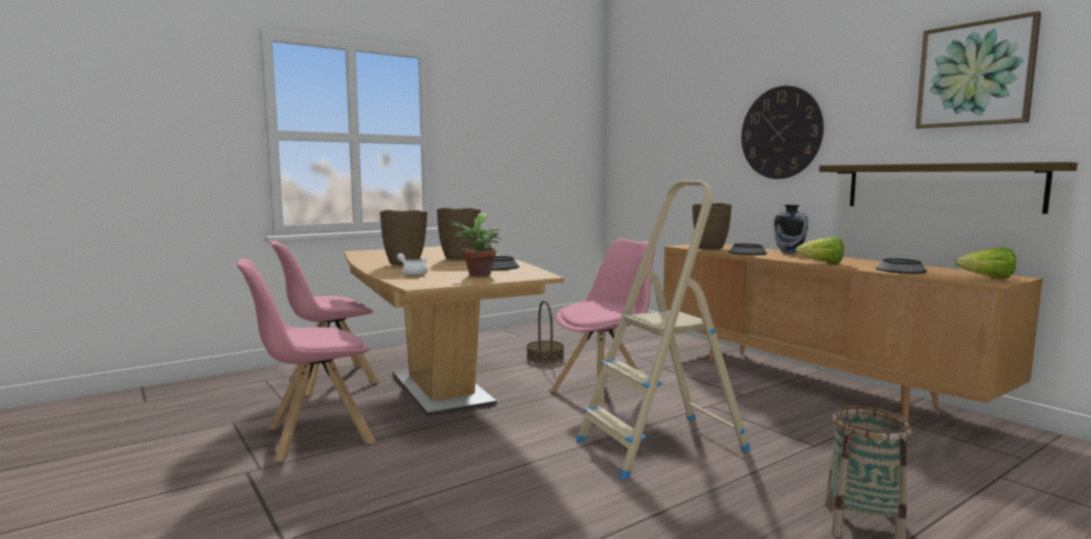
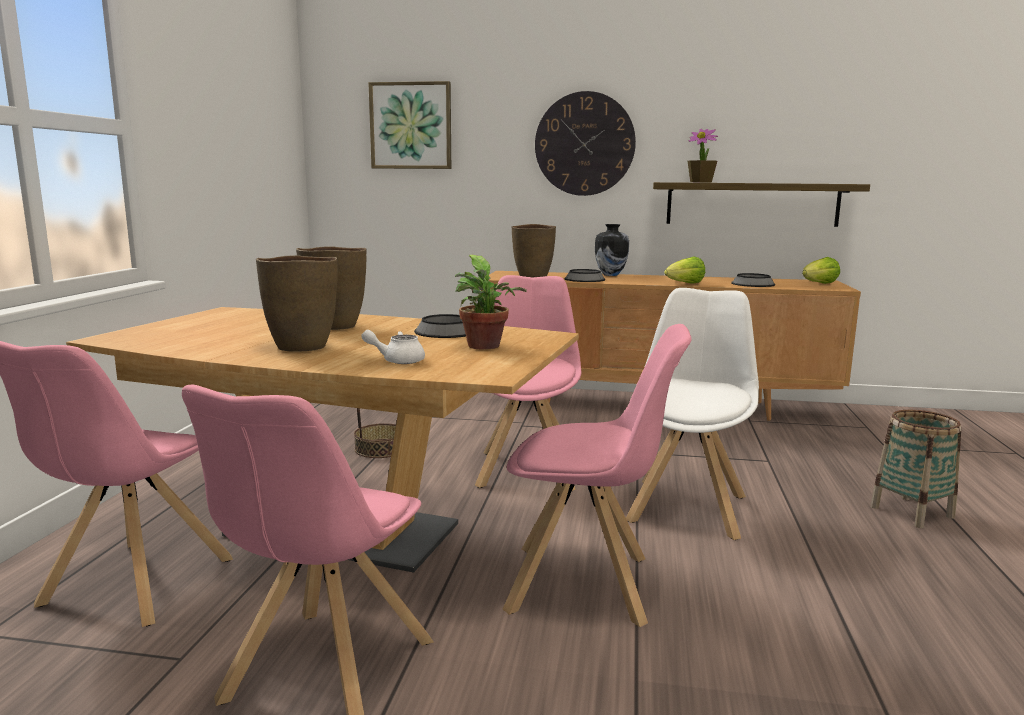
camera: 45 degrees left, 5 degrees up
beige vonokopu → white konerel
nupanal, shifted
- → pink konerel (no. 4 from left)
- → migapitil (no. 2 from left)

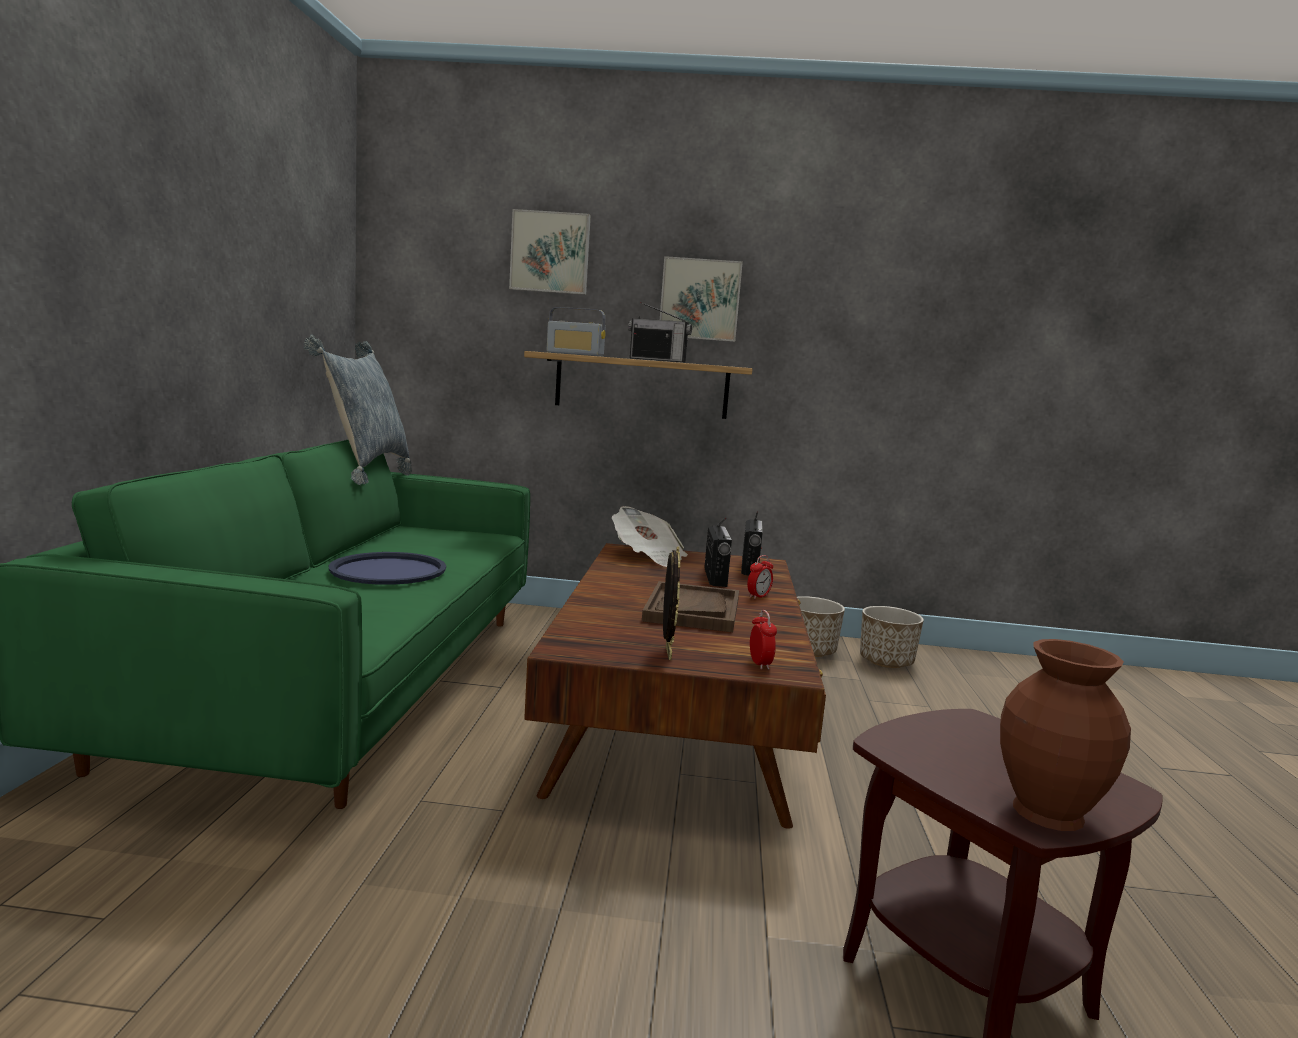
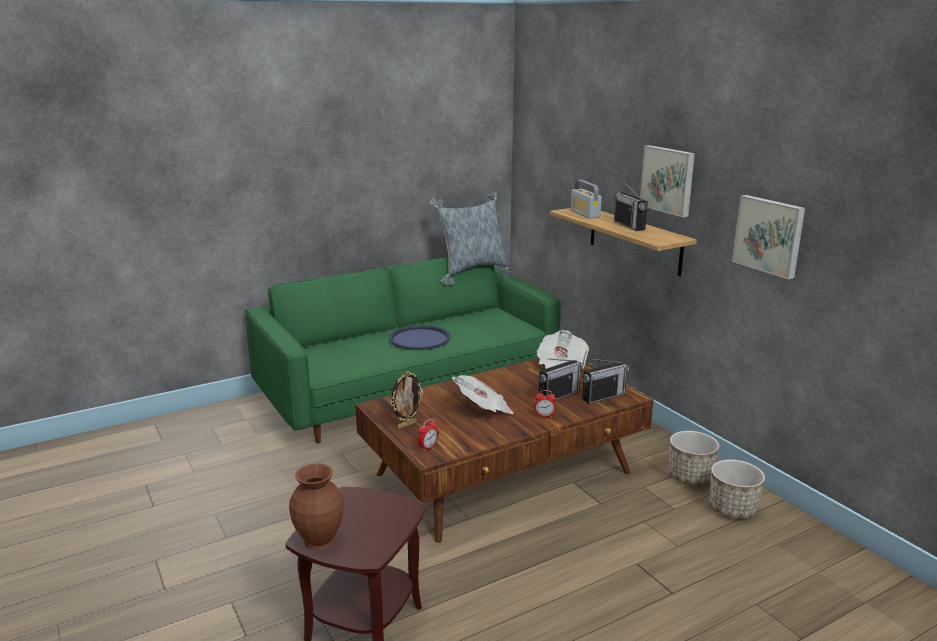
camera: 55 degrees right, 10 degrees up
nupanal (no. 1 from left in the first image) → nupanal (no. 2 from left), shifted
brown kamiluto → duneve (no. 1 from left)

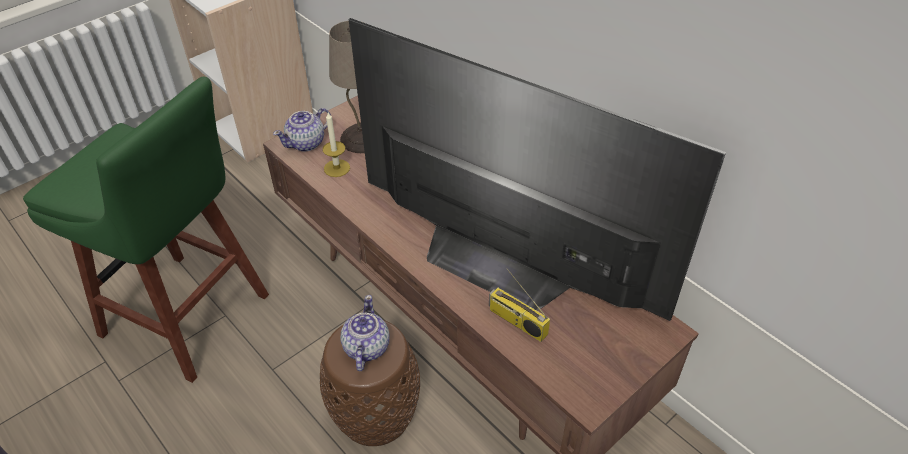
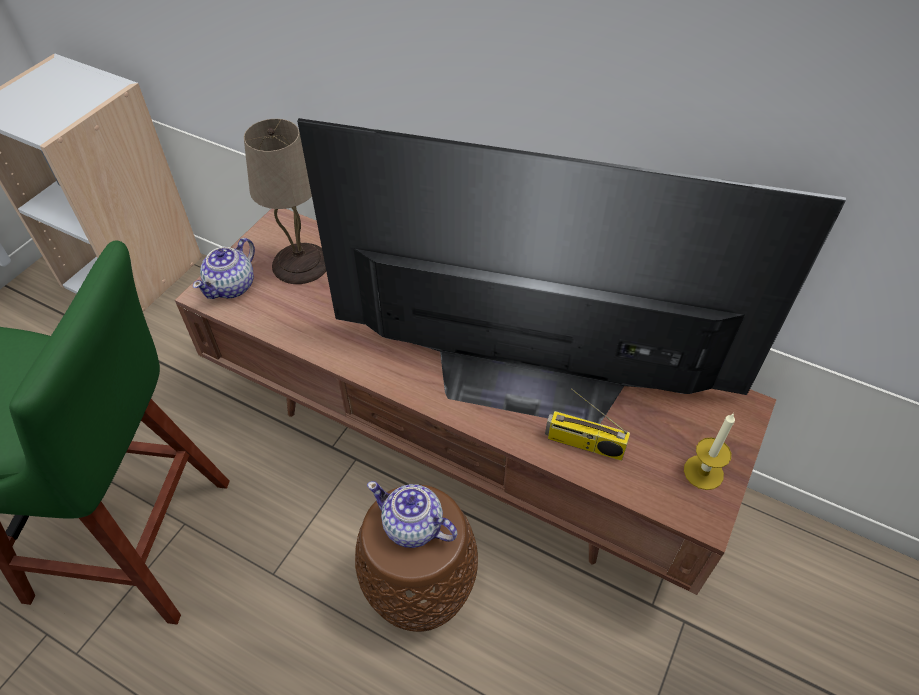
camera: 20 degrees left, 5 degrees up
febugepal, shifted
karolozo (no. 2 from left), 45 degrees counterclockwise

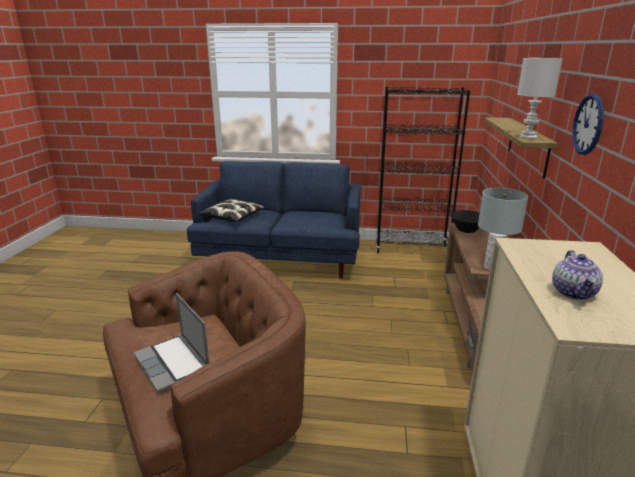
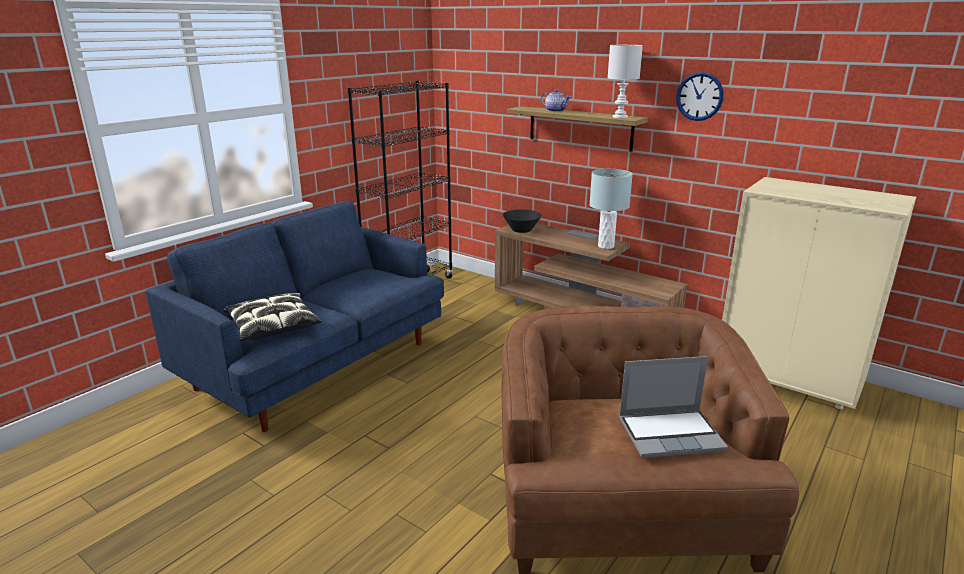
camera: 60 degrees left, 0 degrees up
karolozo, shifted

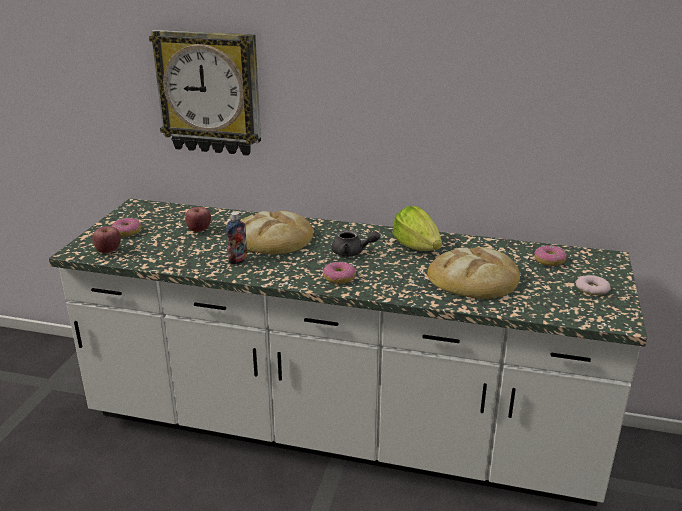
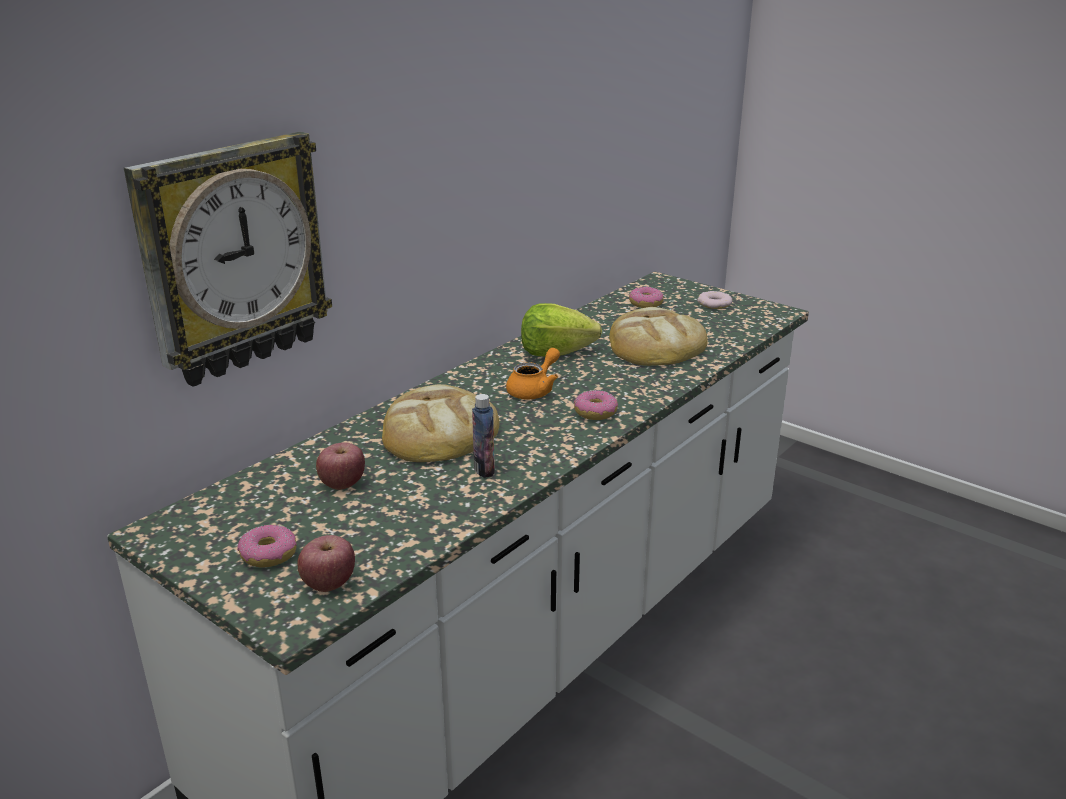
camera: 65 degrees left, 0 degrees up
grey karolozo → orange karolozo

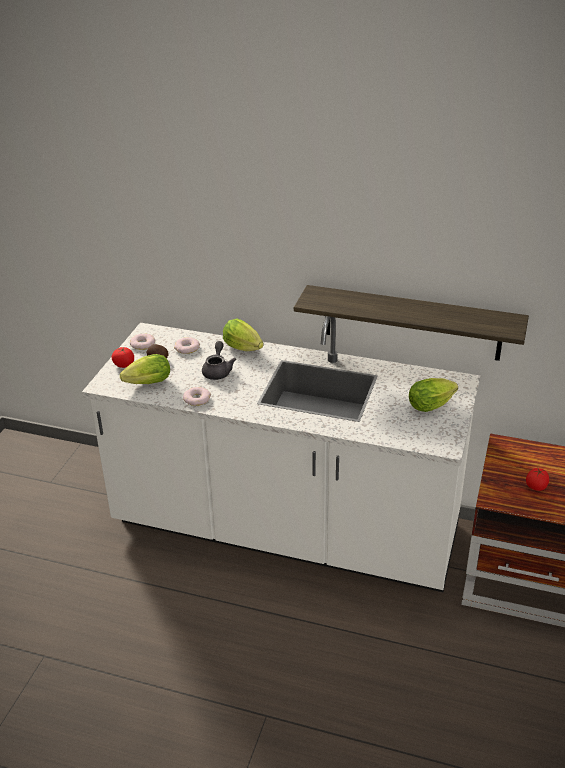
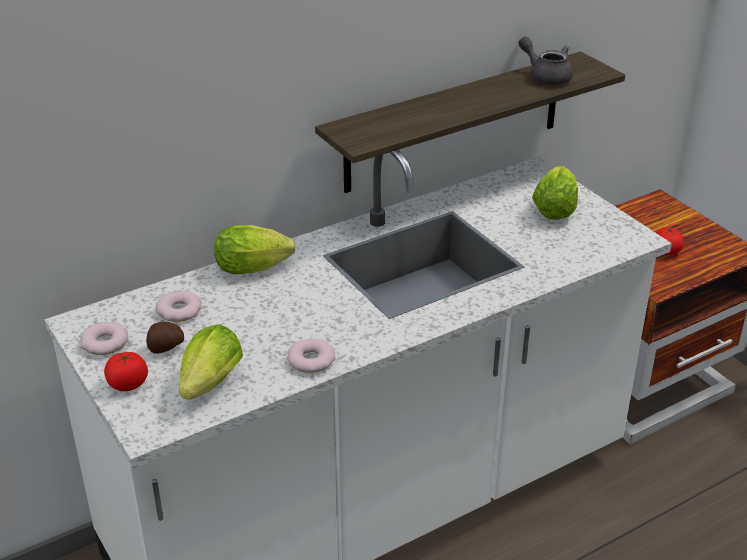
camera: 50 degrees left, 0 degrees up
grey karolozo, shifted

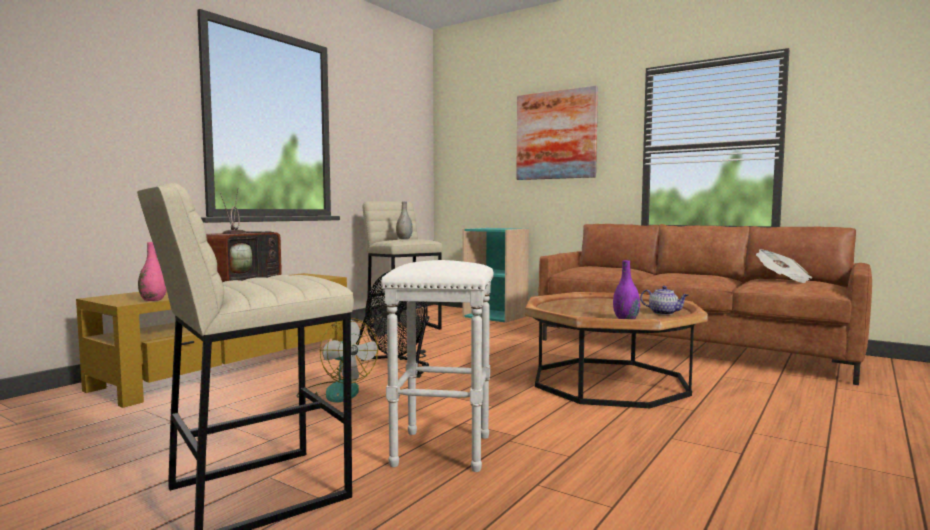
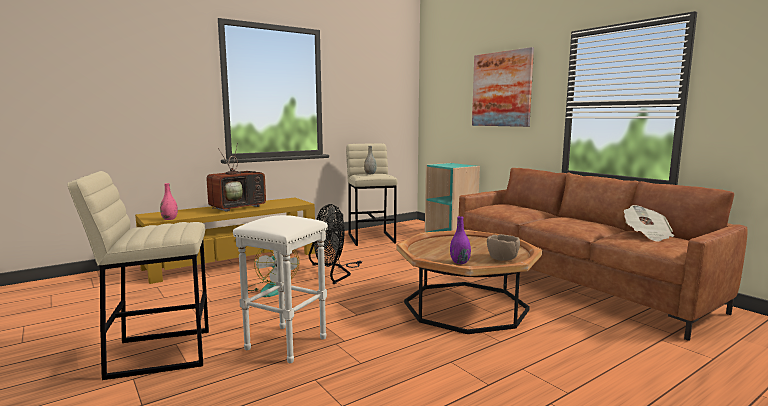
camera: 20 degrees right, 5 degrees up
karolozo → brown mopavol

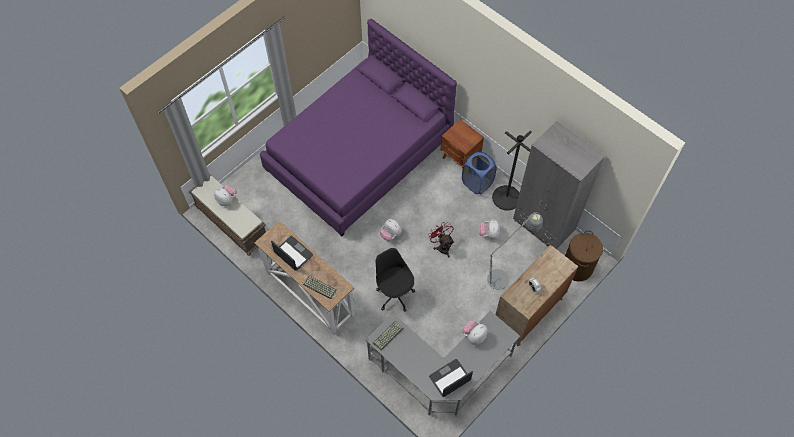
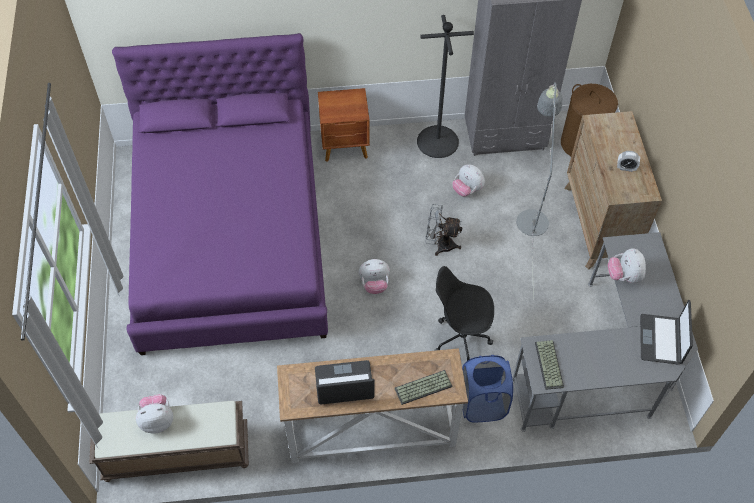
camera: 50 degrees left, 5 degrees down
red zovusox → grey zovusox
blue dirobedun, shifted

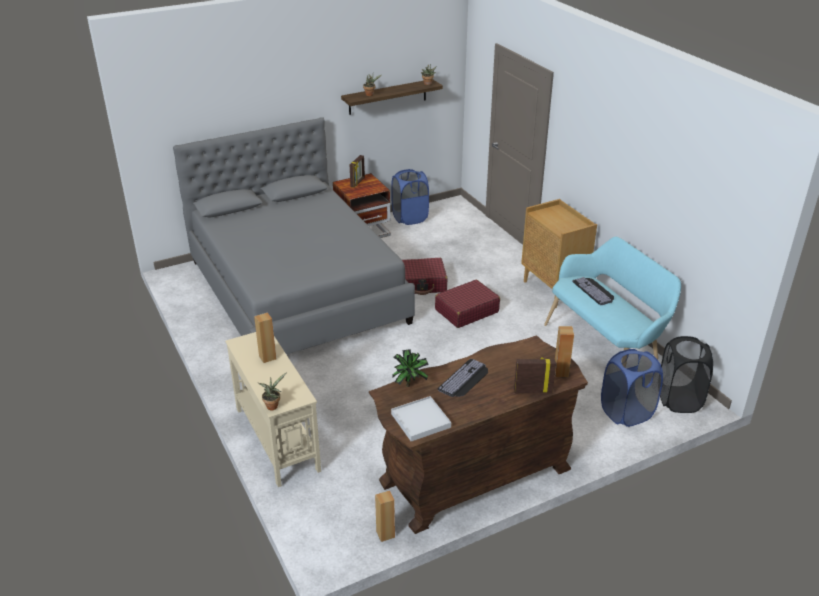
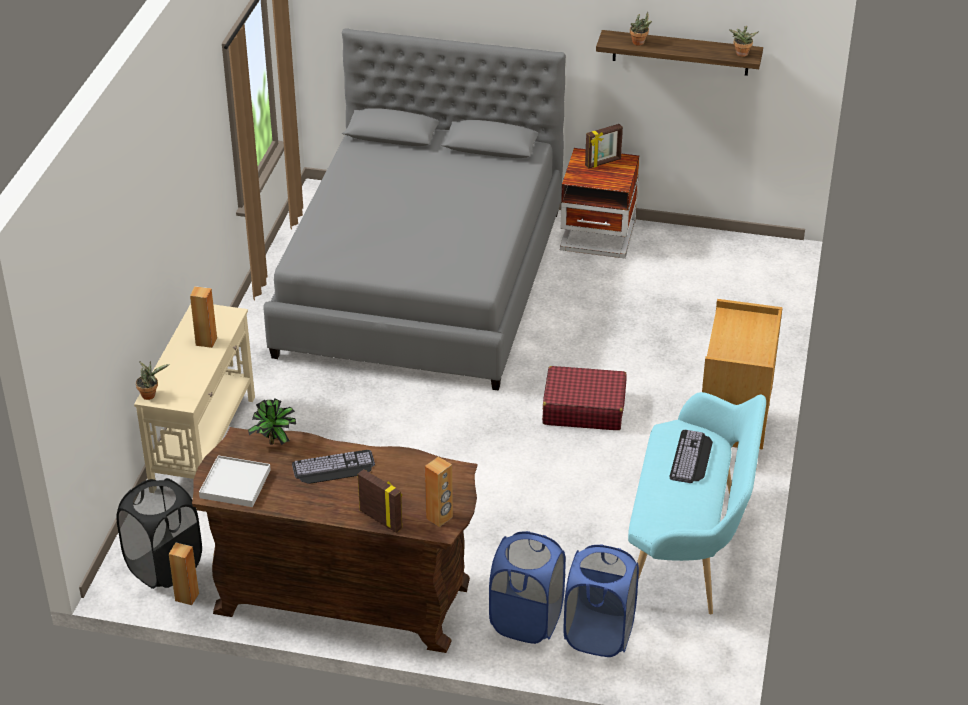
camera: 40 degrees right, 5 degrees up
blue dirobedun (no. 1 from left), shifted
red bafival (no. 1 from left) → -
black dirobedun, shifted

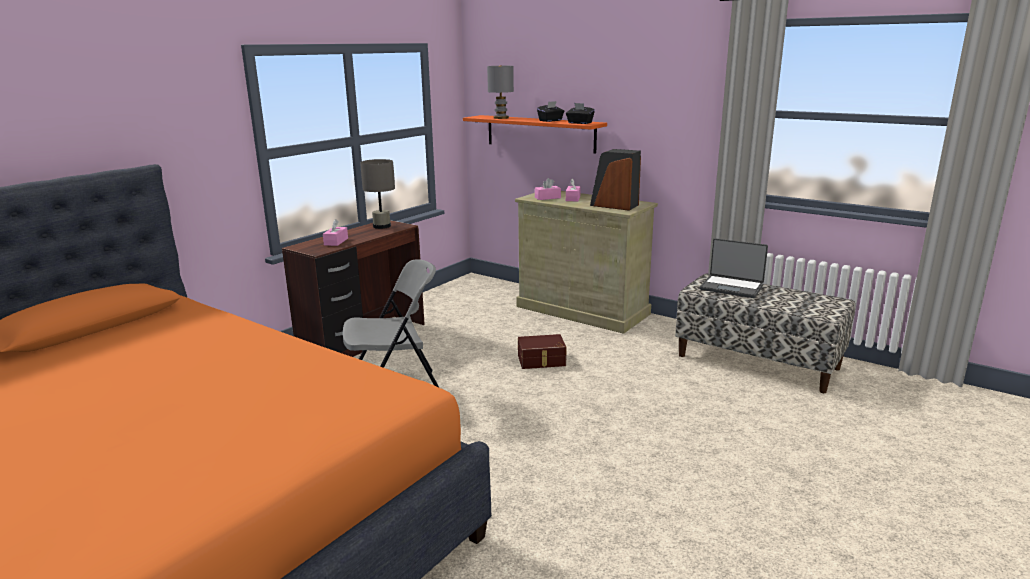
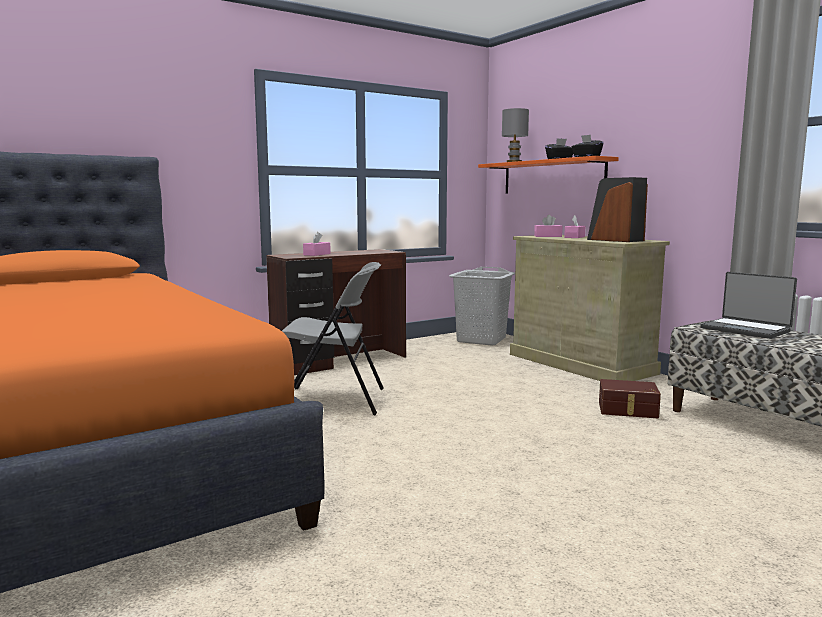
camera: 20 degrees right, 10 degrees down
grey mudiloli (no. 1 from left) → -
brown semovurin, shifted
- → grey dirobedun

